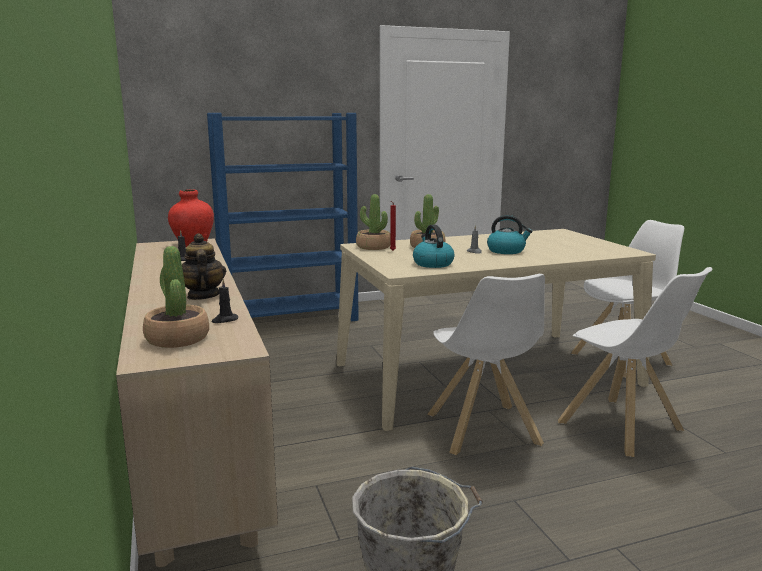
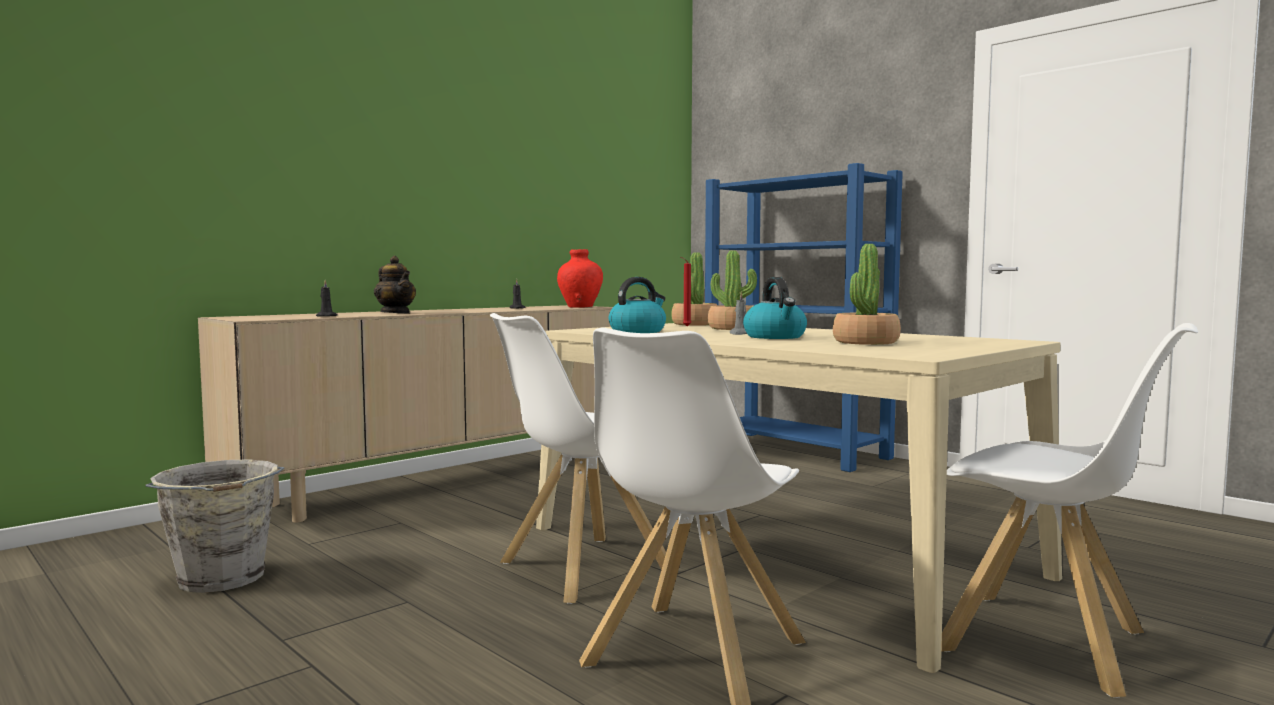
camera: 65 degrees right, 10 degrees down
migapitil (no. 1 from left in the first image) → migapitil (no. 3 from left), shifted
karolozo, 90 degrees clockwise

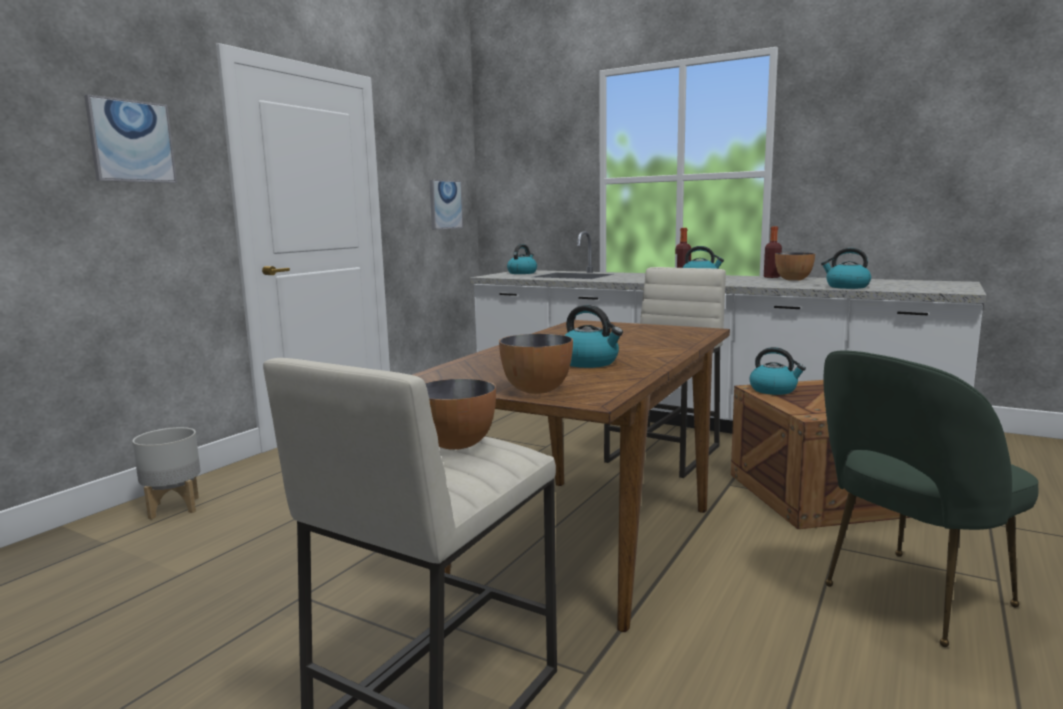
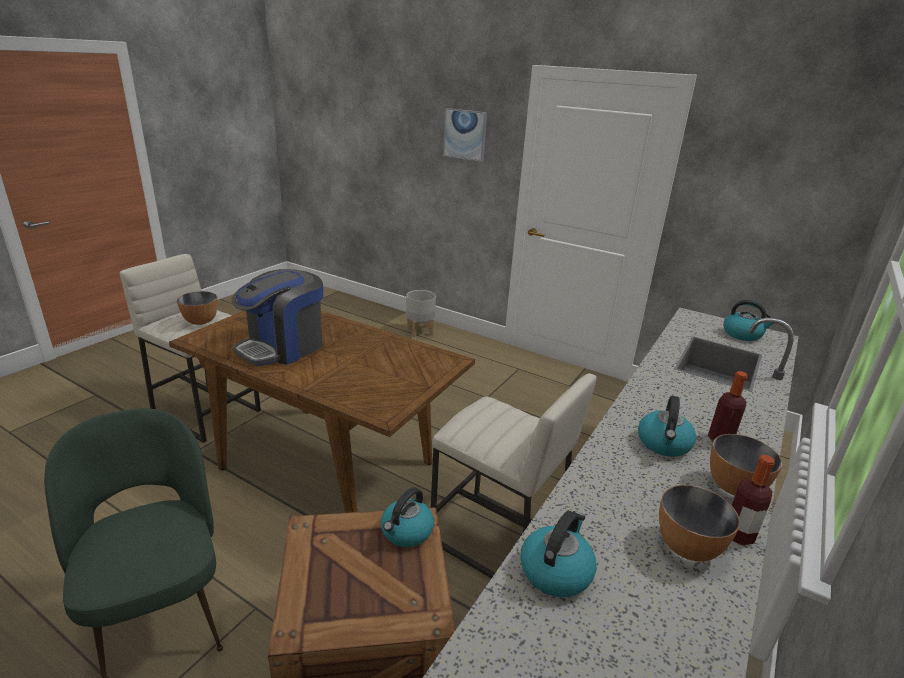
camera: 90 degrees right, 15 degrees up
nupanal (no. 2 from left) → -
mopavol (no. 2 from left in the first image) → mopavol (no. 3 from left), shifted
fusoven (no. 2 from left) → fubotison

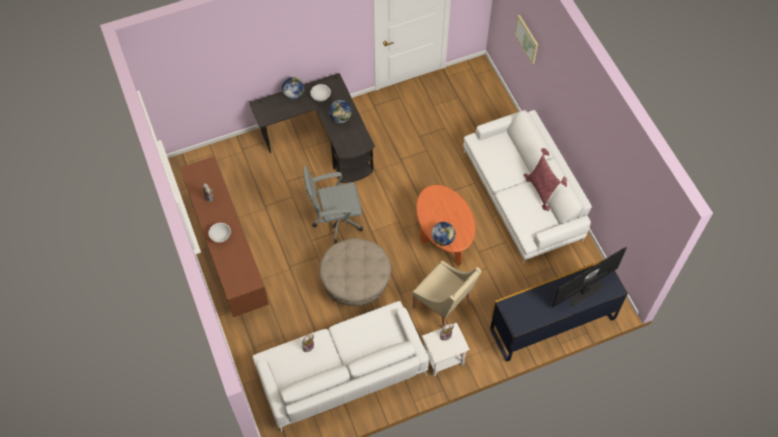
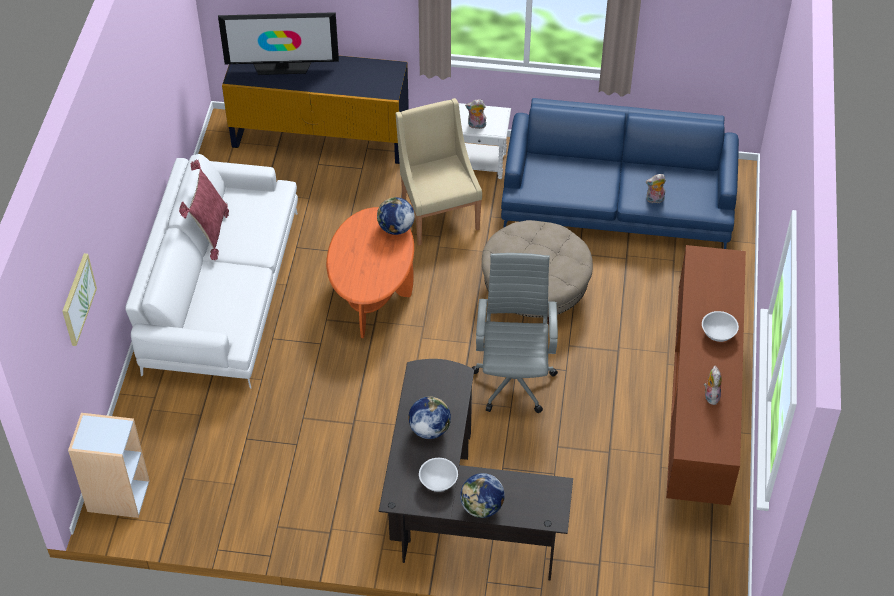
camera: 150 degrees left, 10 degrees down
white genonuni (no. 1 from left) → blue genonuni
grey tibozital, 105 degrees counterclockwise
- → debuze

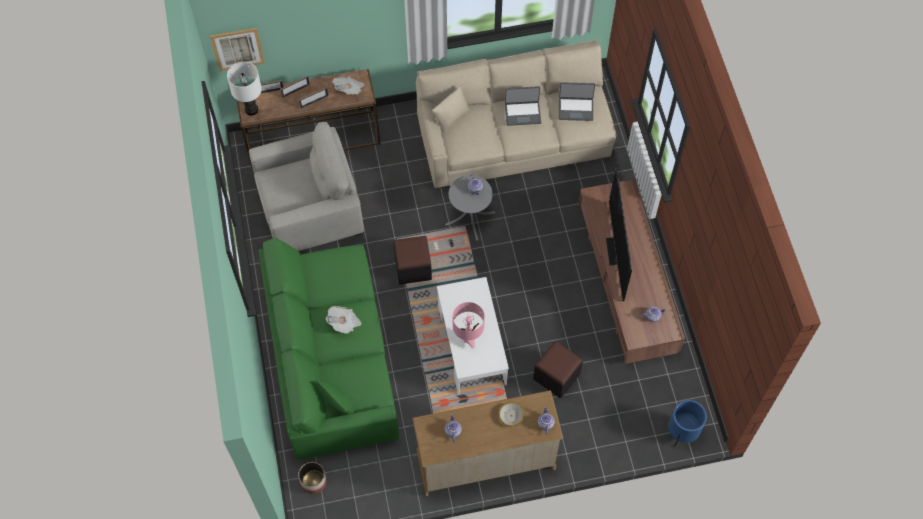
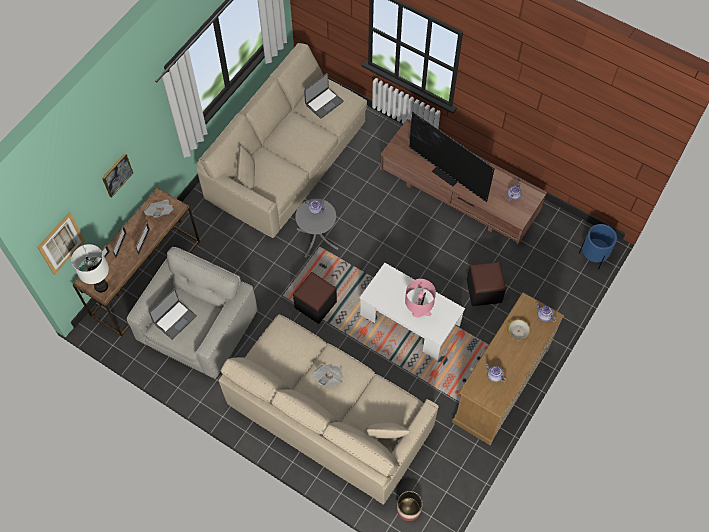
camera: 45 degrees left, 0 degrees up
green genonuni → beige genonuni (no. 2 from left)
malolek (no. 1 from left), shifted
- → nupanal (no. 2 from left)

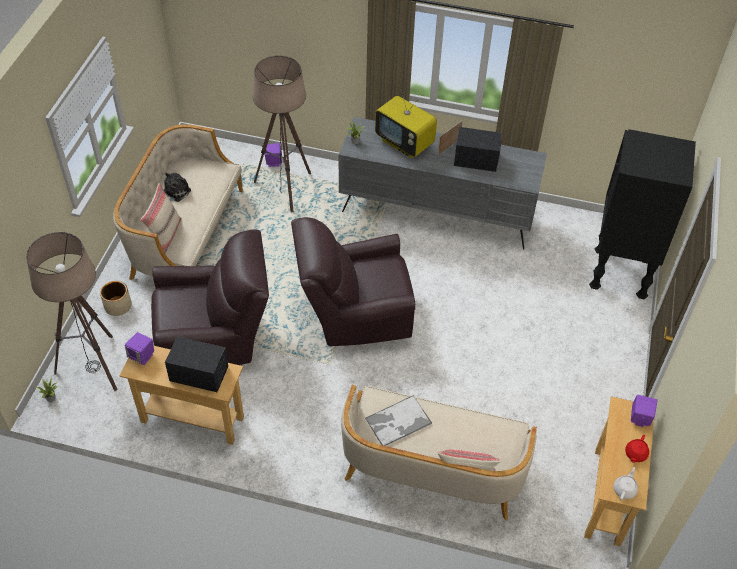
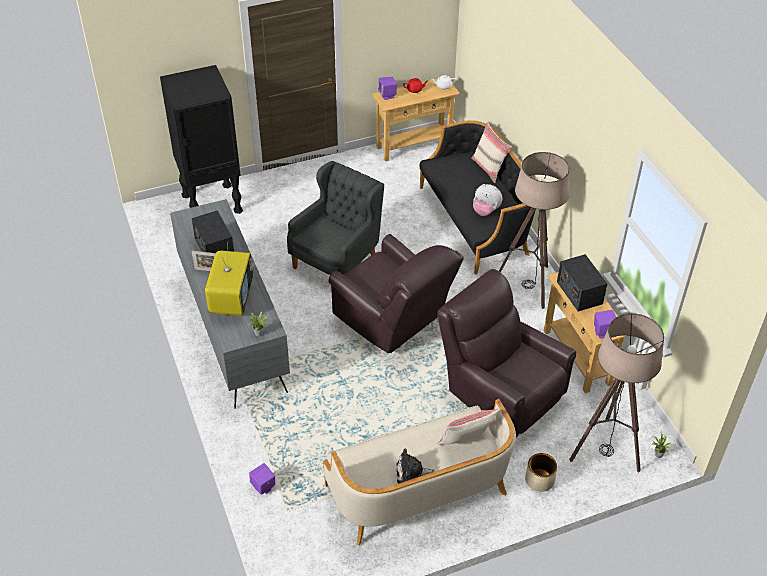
camera: 125 degrees left, 5 degrees down
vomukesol (no. 2 from left in the first image) → vomukesol (no. 1 from left), shifted
beige genonuni (no. 2 from left) → black genonuni
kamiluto → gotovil (no. 2 from left)
- → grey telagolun

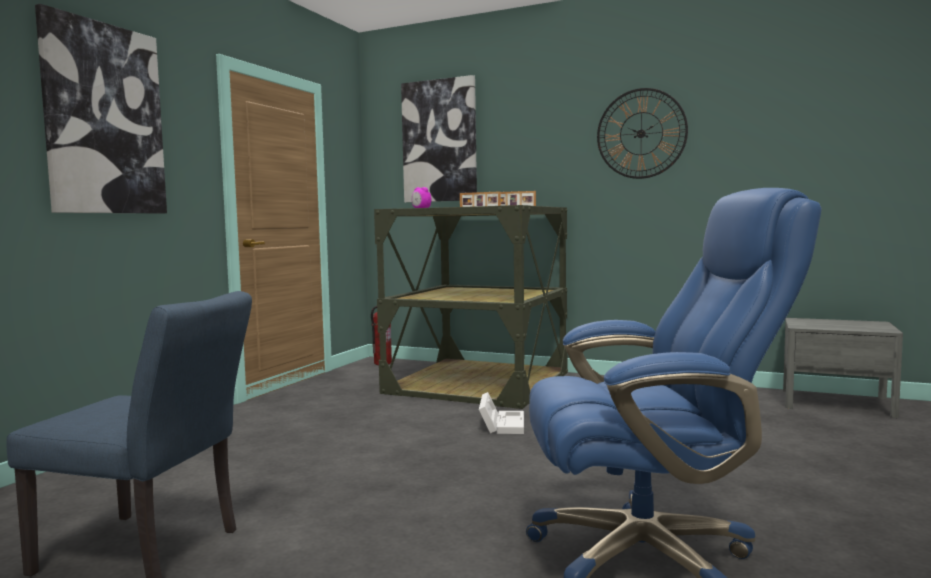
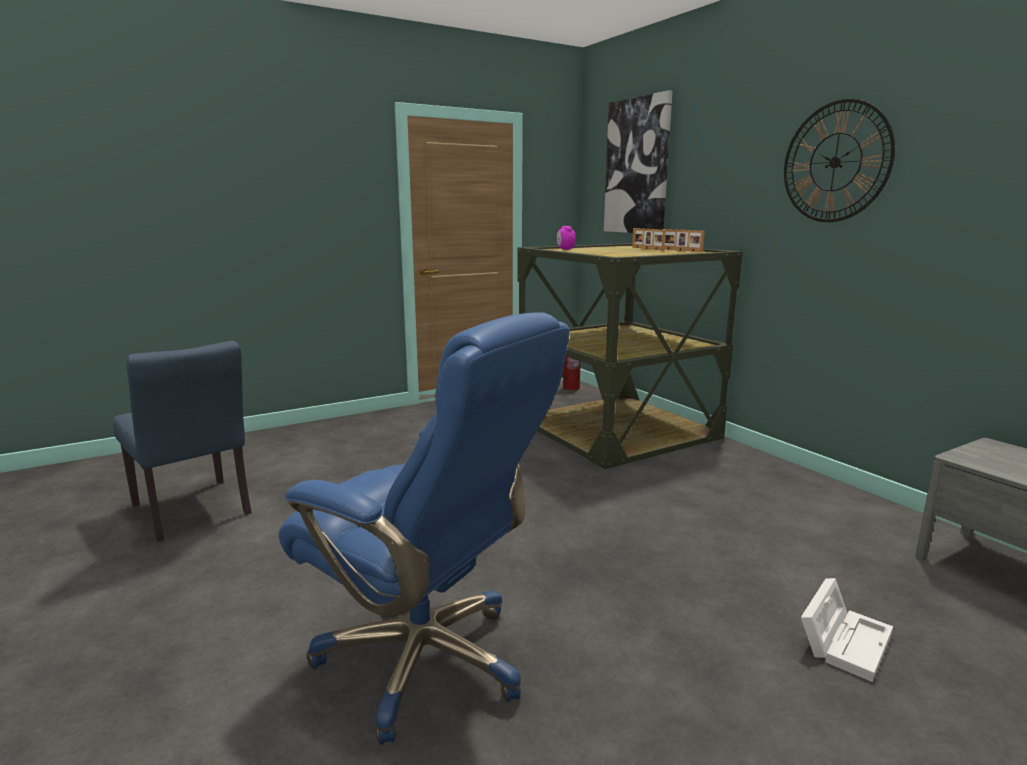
camera: 35 degrees right, 10 degrees up
nupanal (no. 1 from left) → -
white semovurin, shifted

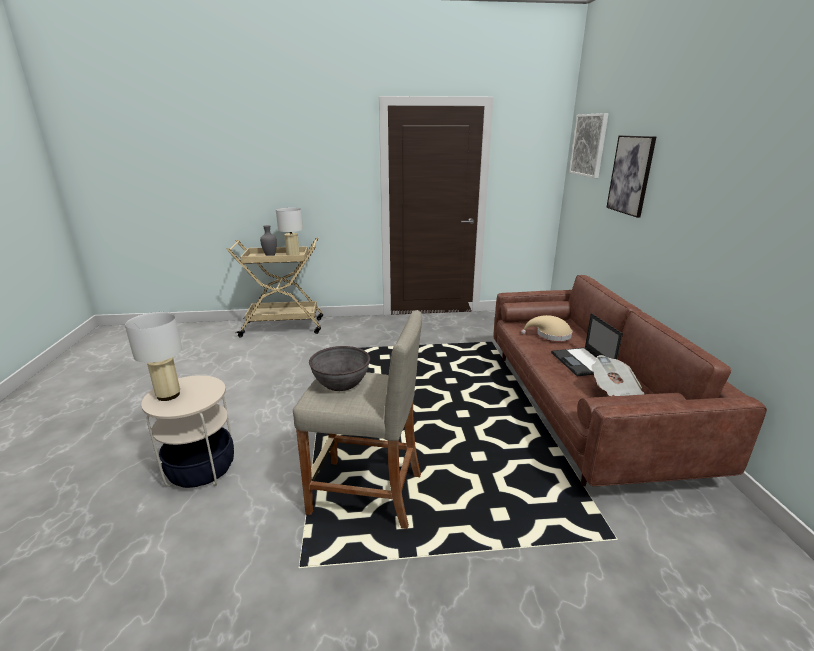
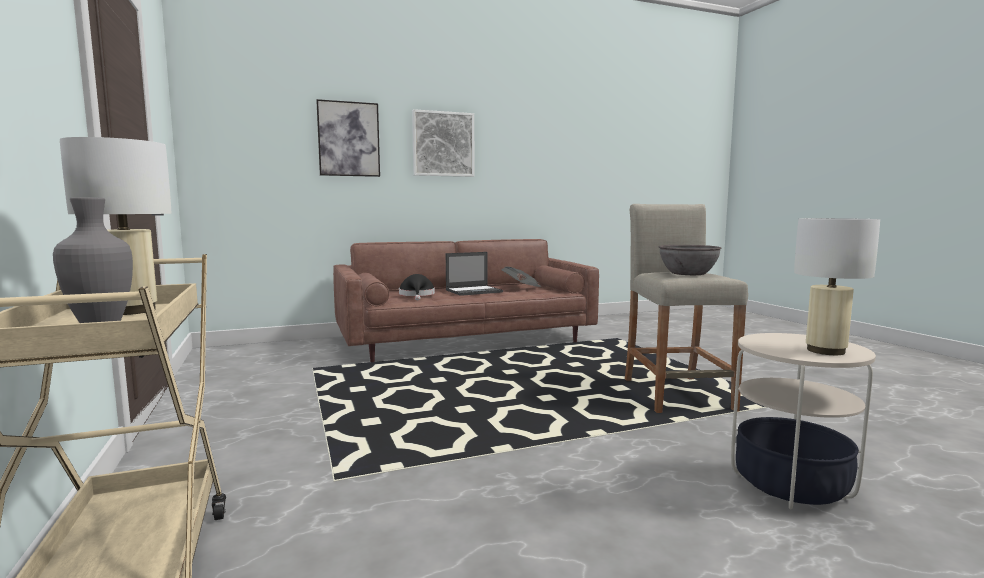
camera: 105 degrees left, 15 degrees down
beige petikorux → black petikorux
nupanal (no. 1 from left in the first image) → nupanal (no. 2 from left), shifted

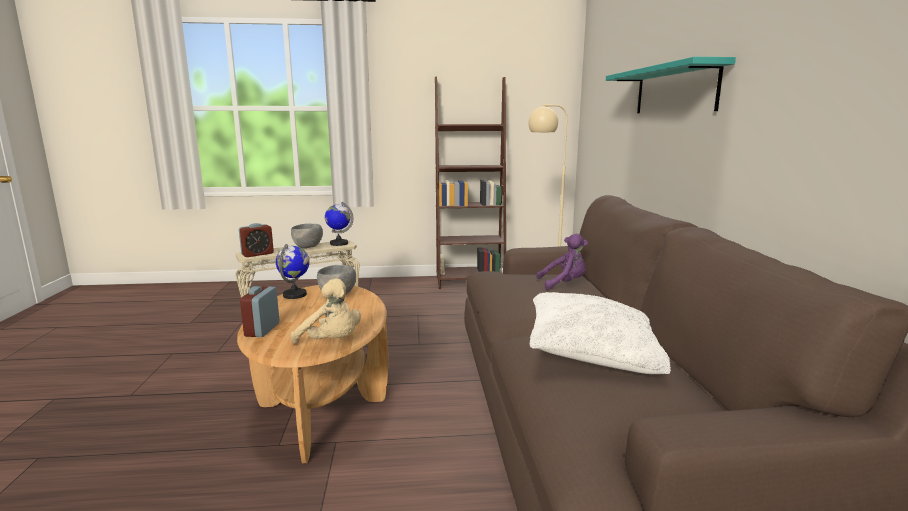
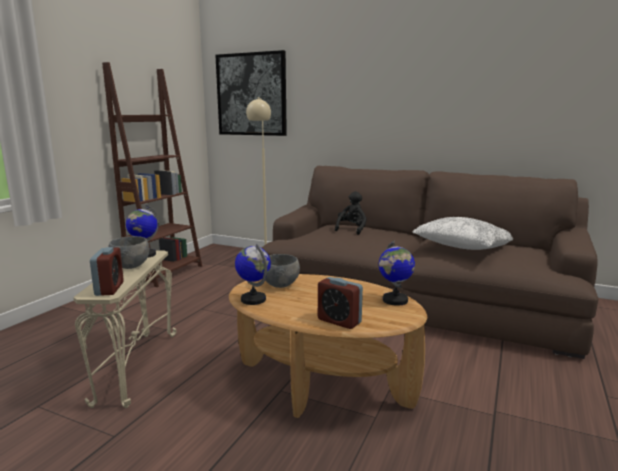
camera: 60 degrees left, 0 degrees up
beige gotovil → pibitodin (no. 3 from left)
purple gotovil → black gotovil
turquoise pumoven → -
- → nupanal

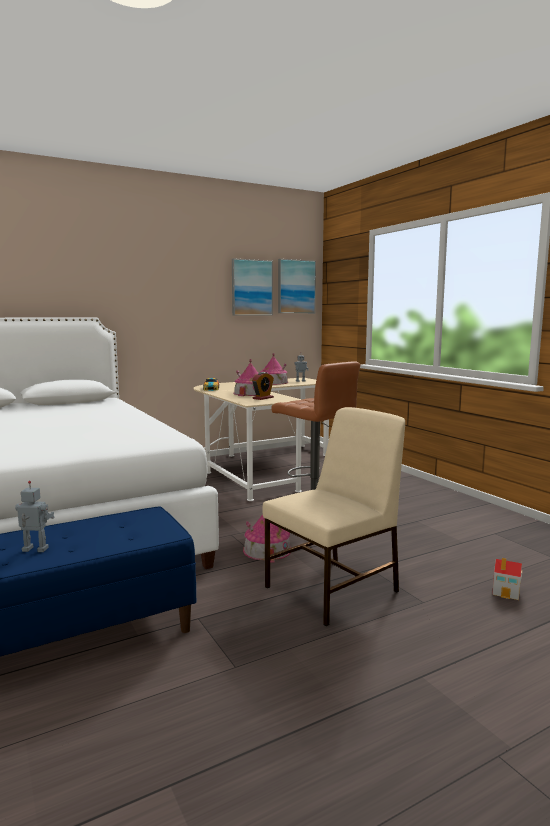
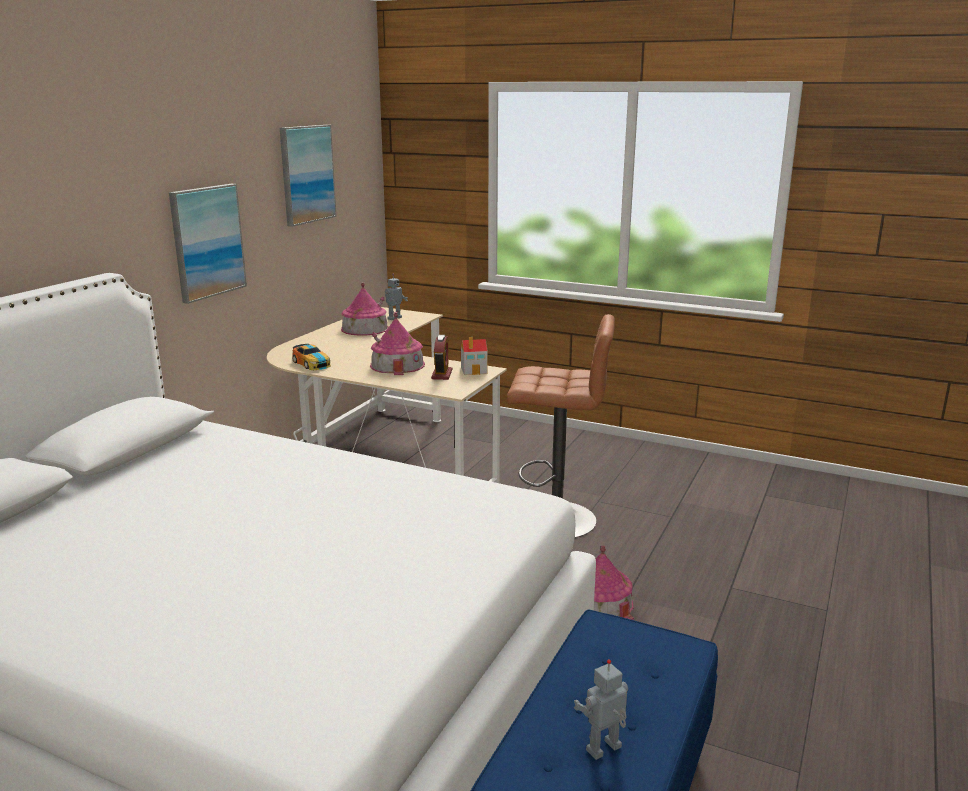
camera: 35 degrees left, 10 degrees up
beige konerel → -
nupanal (no. 2 from left in the first image) → nupanal (no. 1 from left), shifted
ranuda (no. 4 from left in the first image) → ranuda (no. 3 from left), shifted

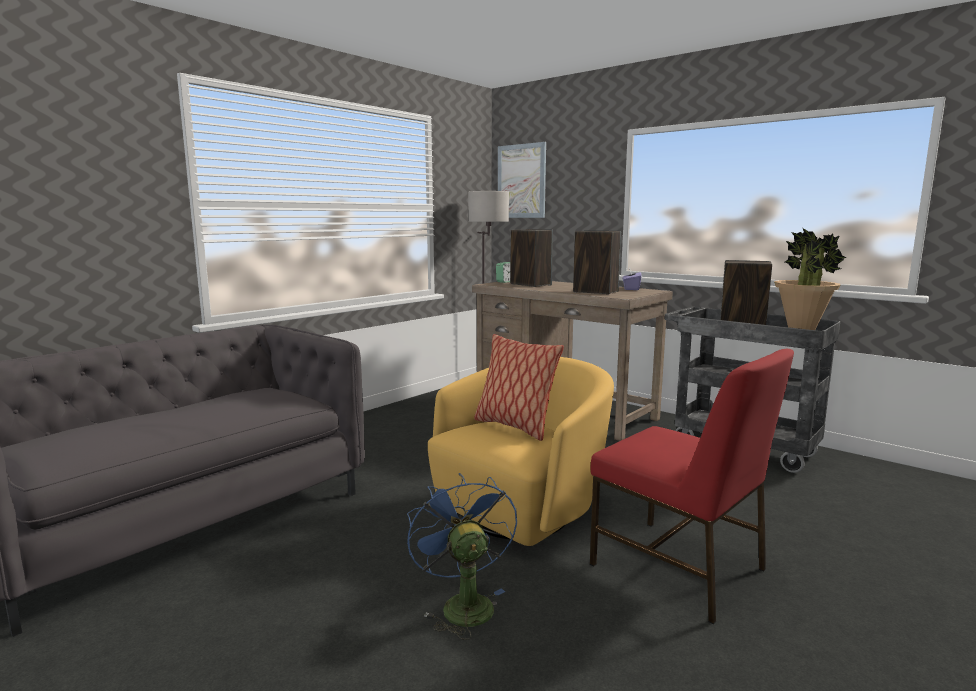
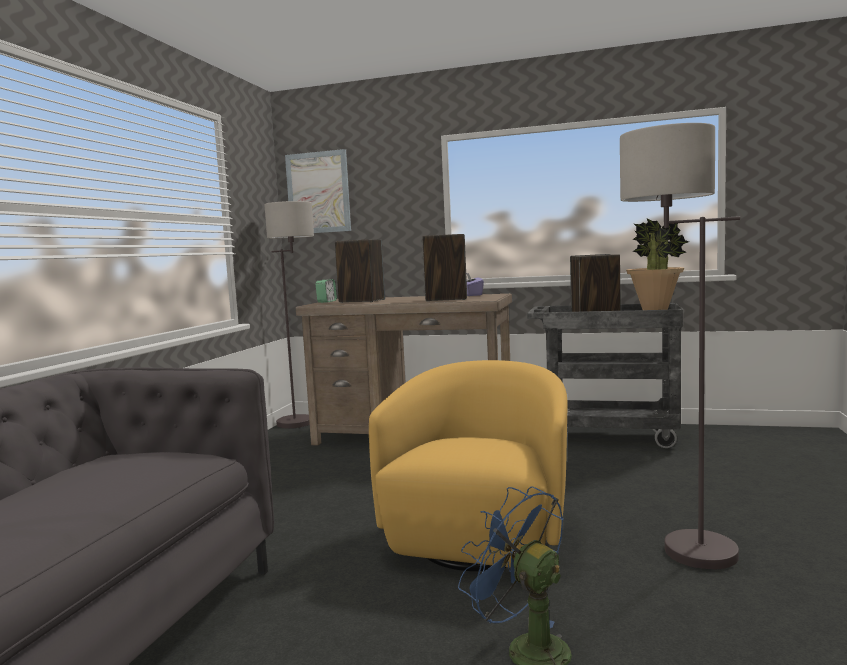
camera: 25 degrees left, 5 degrees down
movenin → -
red konerel → grey vomukesol (no. 2 from left)

